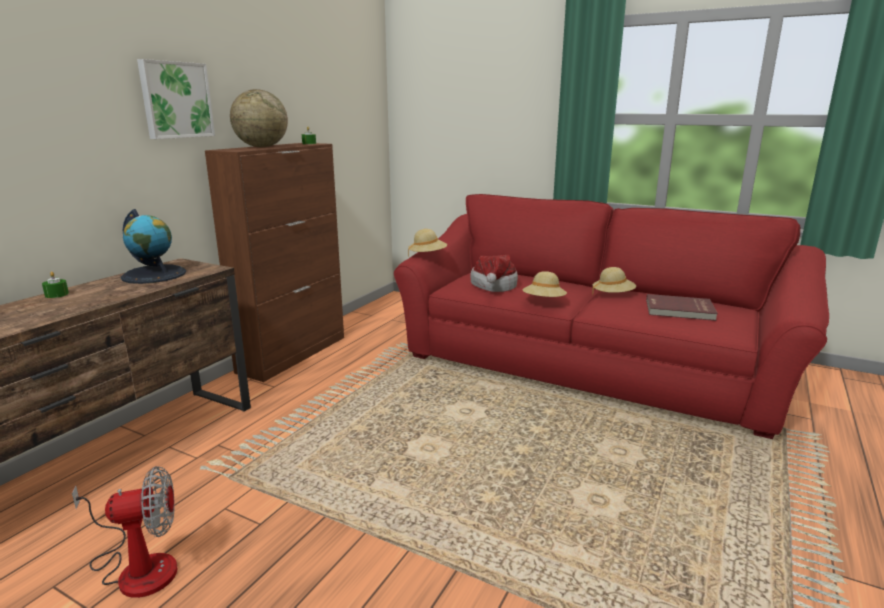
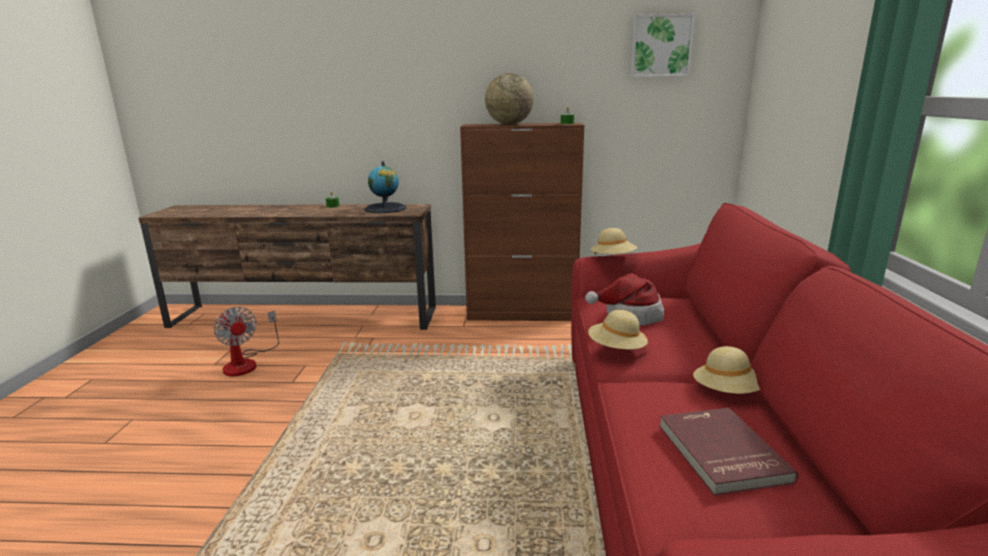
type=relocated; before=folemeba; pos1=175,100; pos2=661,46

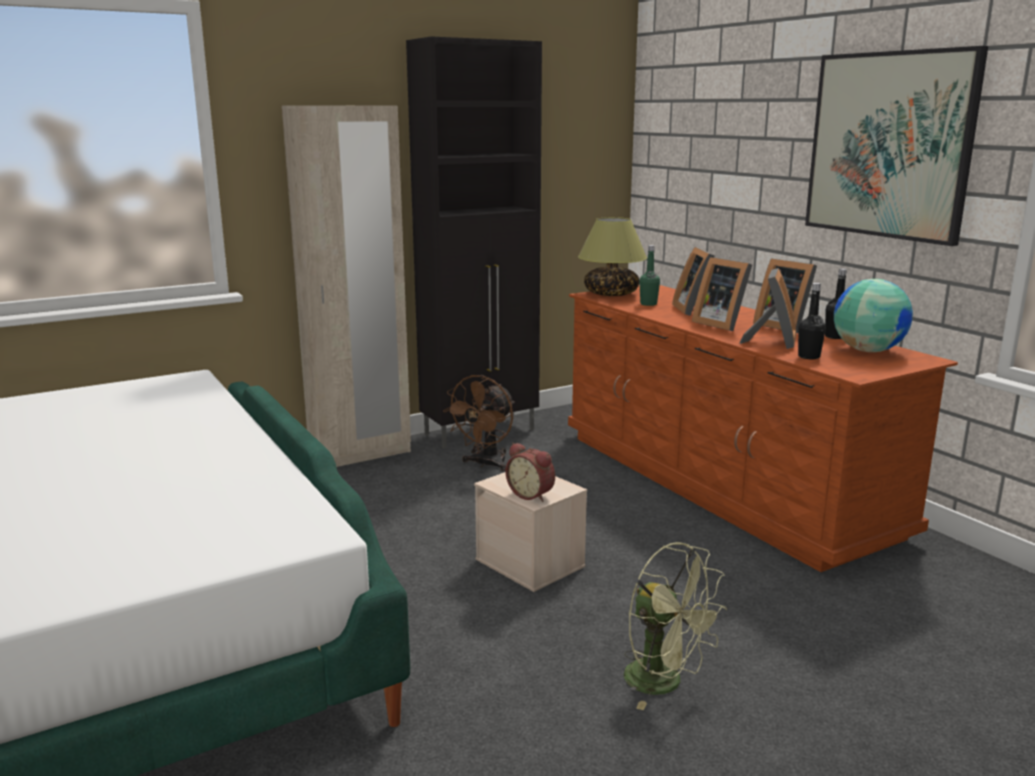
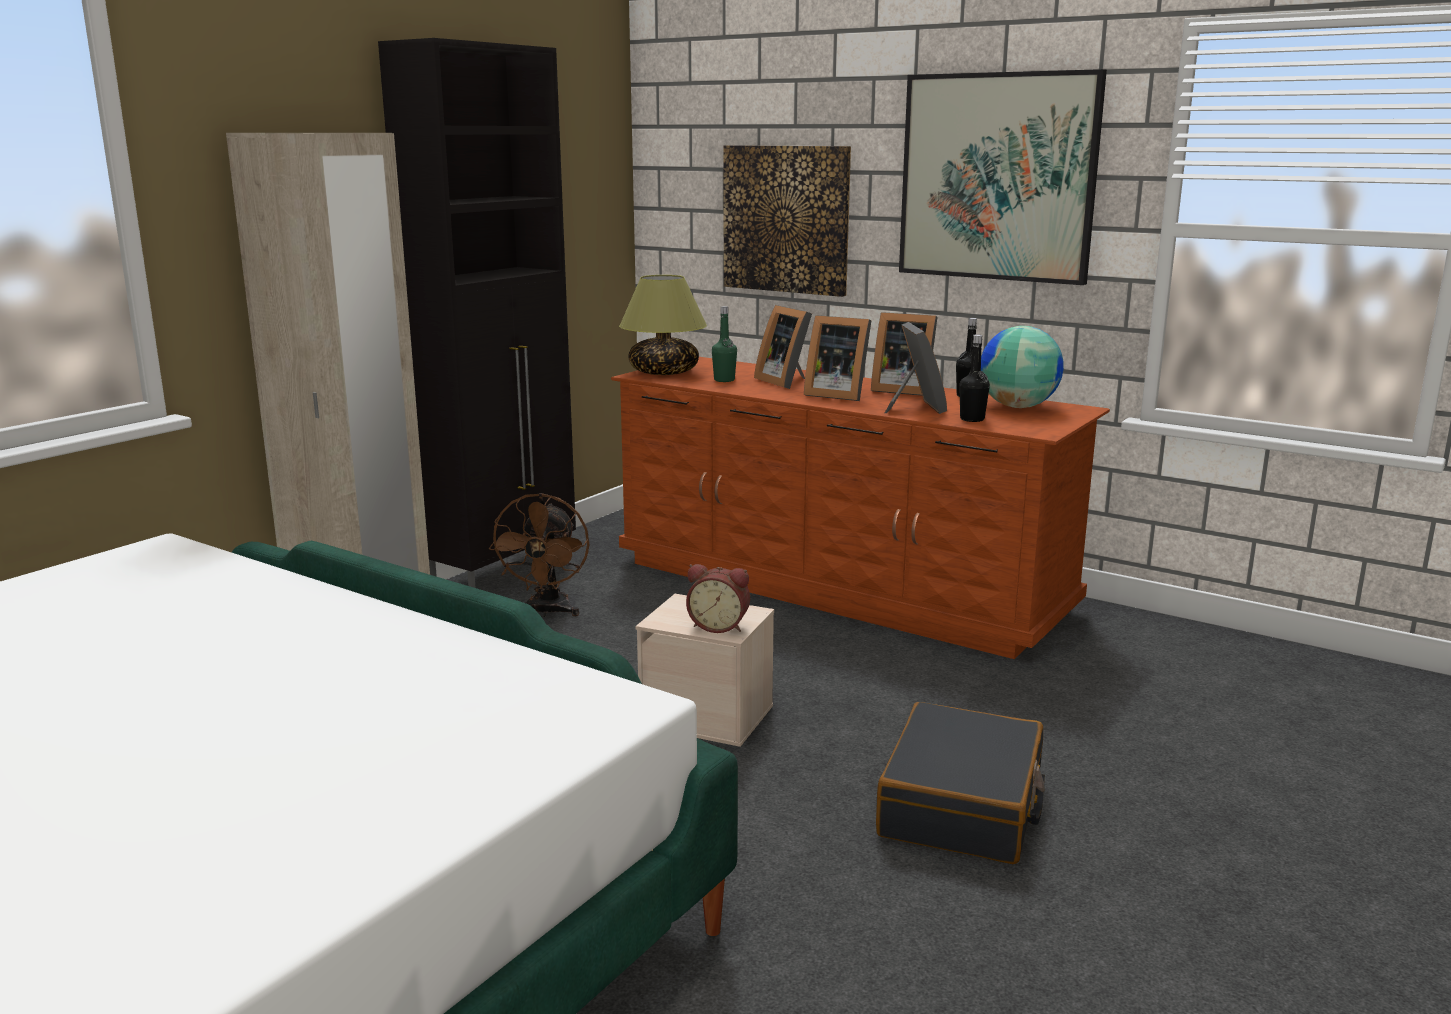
type=exchanged; before=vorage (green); after=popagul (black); pos1=665,683; pos2=962,806
type=appeared; after=folemeba; pos2=786,219

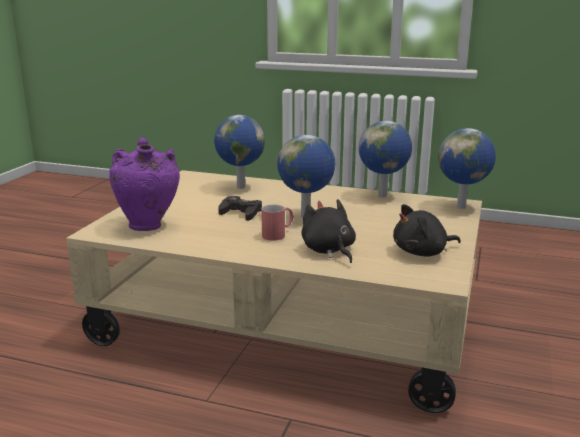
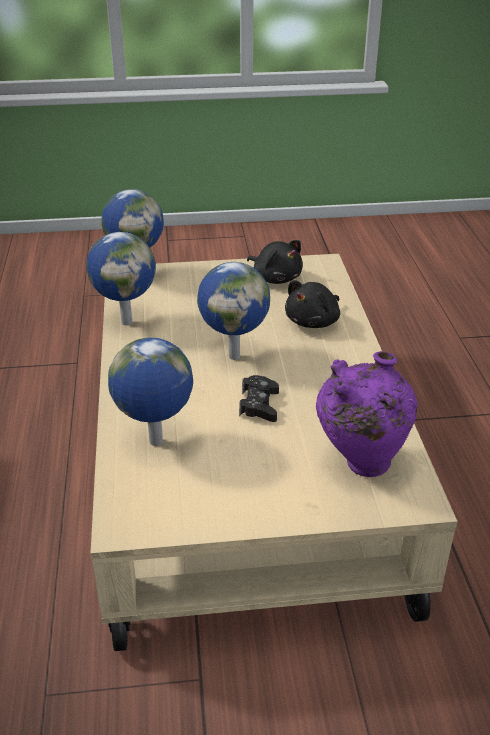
type=missing; before=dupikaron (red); pos1=278,234

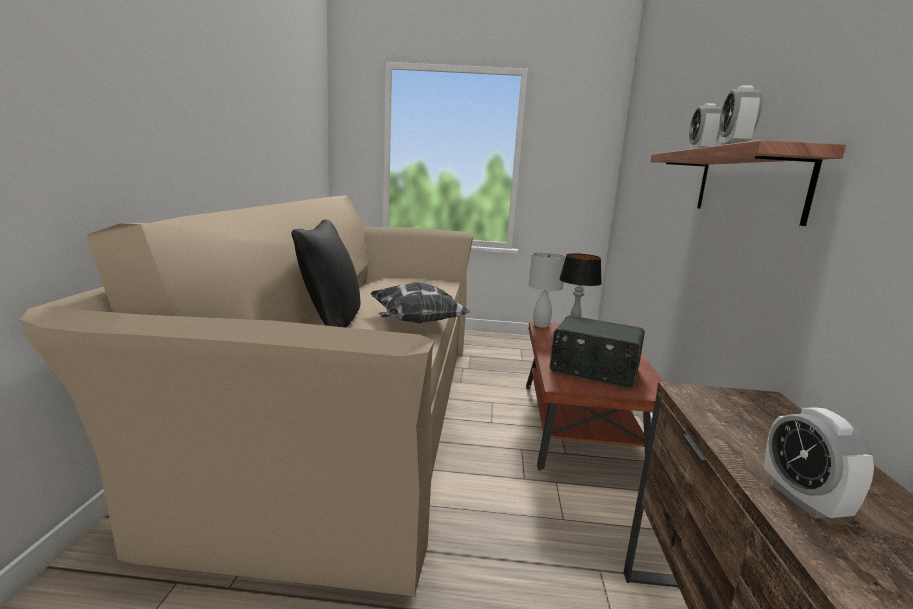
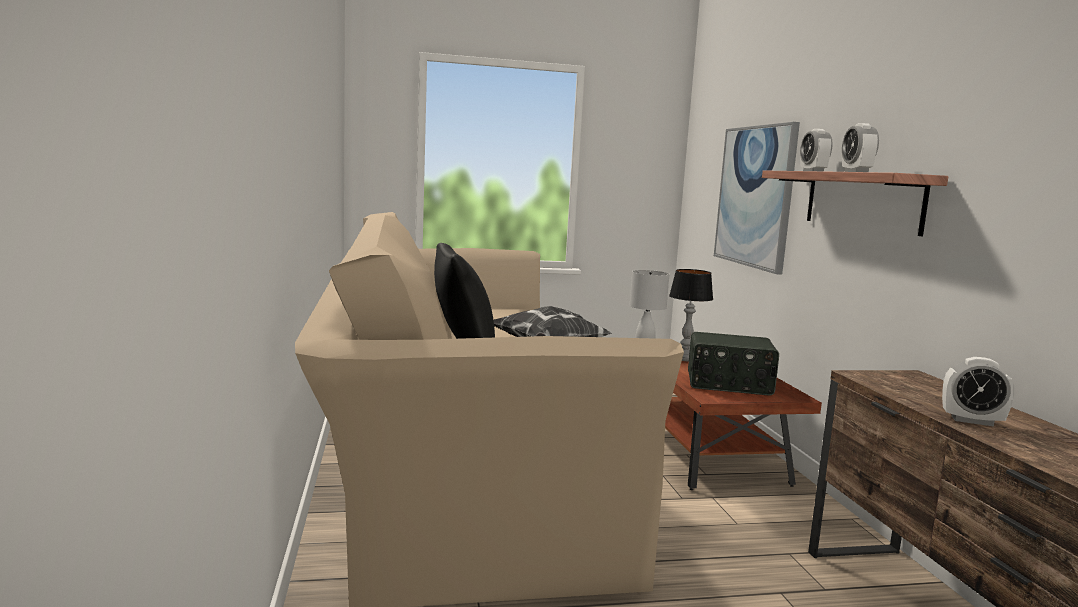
type=spun; before=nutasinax; pos1=803,500; pos2=972,421; turn=-45
type=appeared; after=folemeba; pos2=754,196

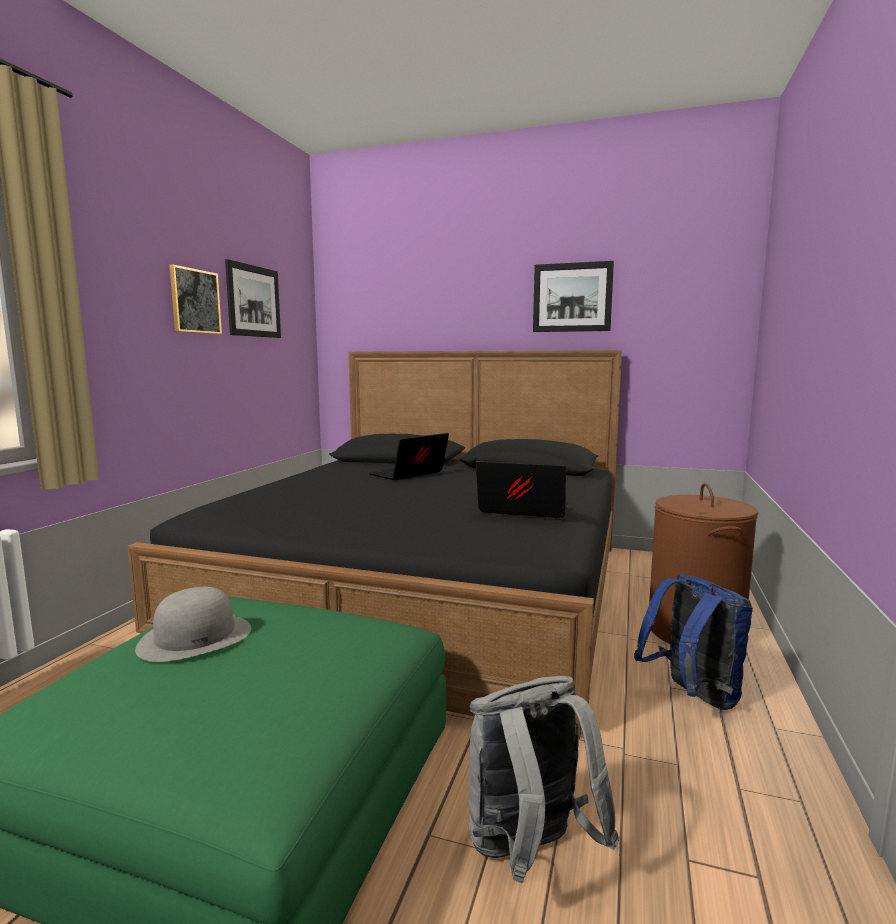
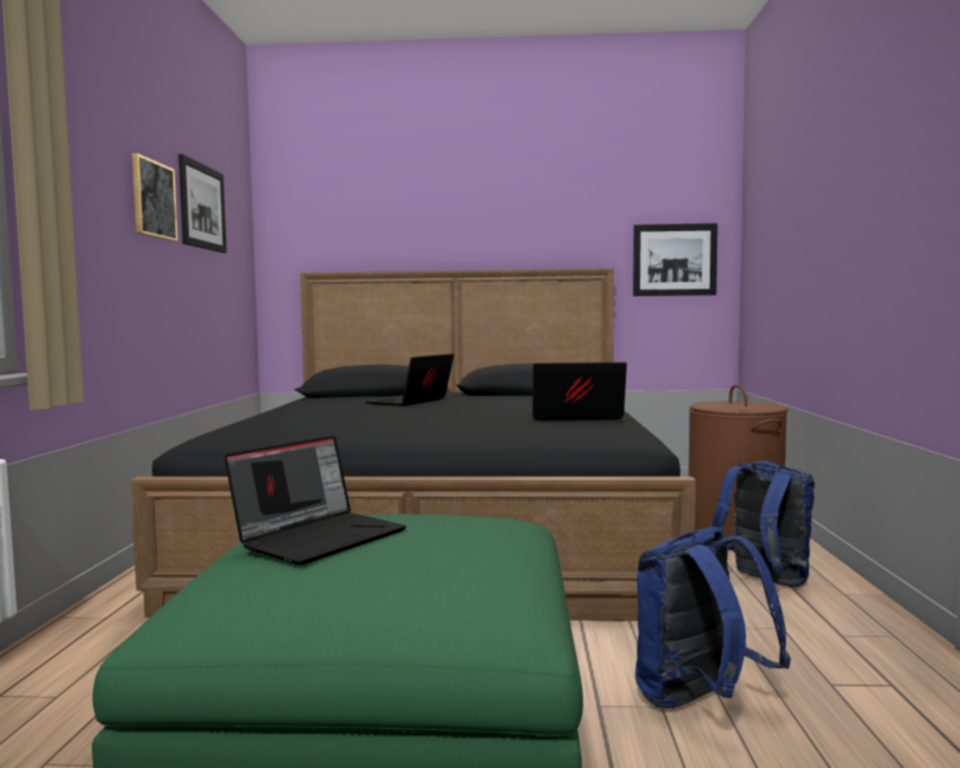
type=exchanged; before=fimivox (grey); after=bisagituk; pos1=196,637; pos2=320,537
type=colour; before=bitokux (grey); after=bitokux (blue); pos1=529,852; pos2=698,701
type=relocated; before=folemeba; pos1=572,297; pos2=674,260

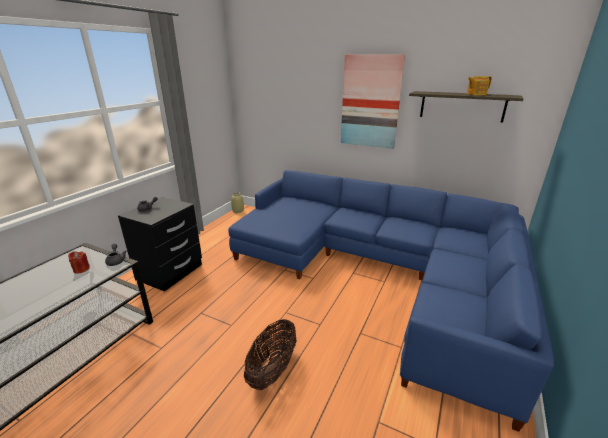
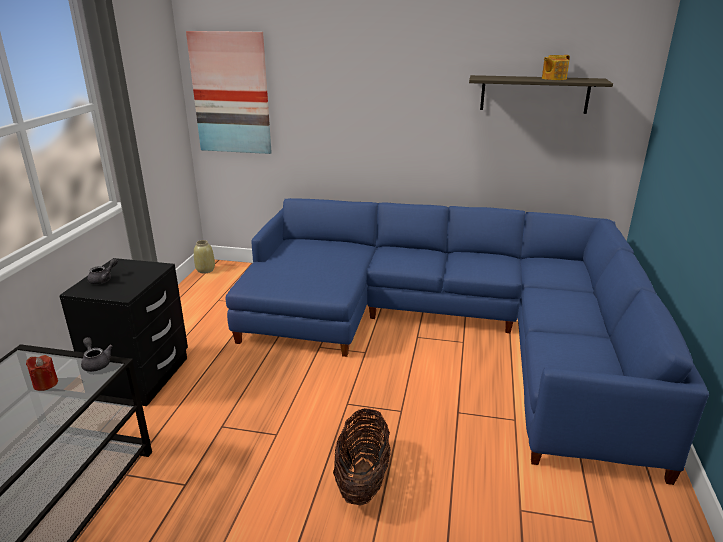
type=relocated; before=folemeba; pos1=370,102; pos2=231,93

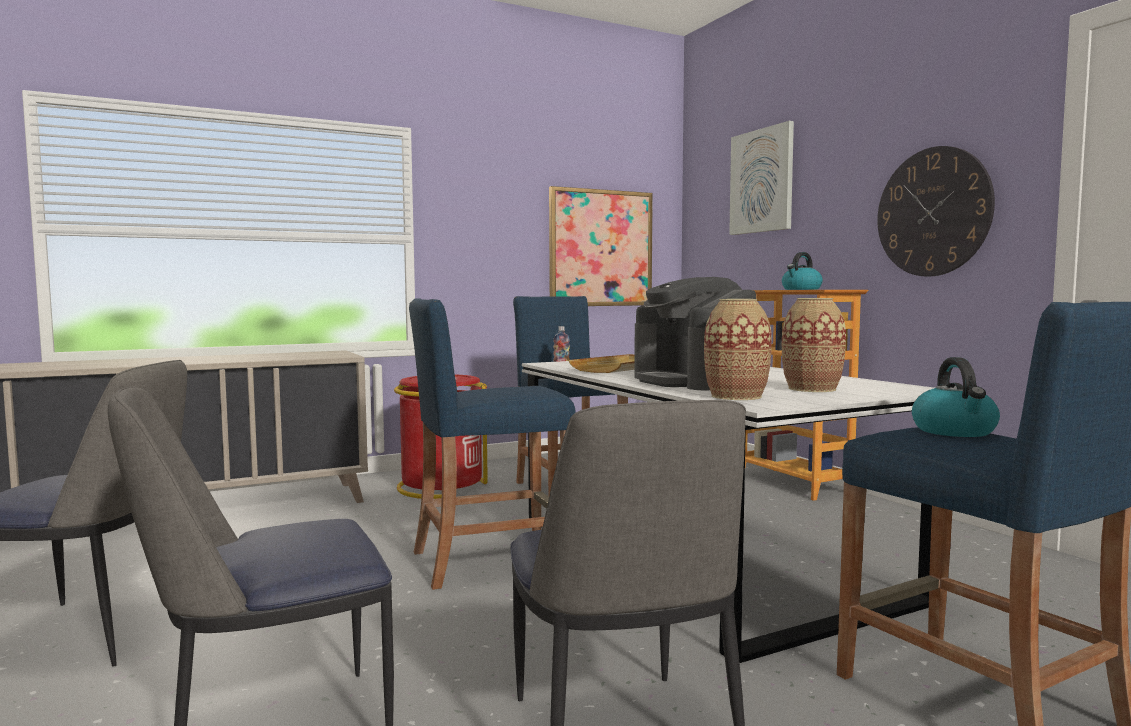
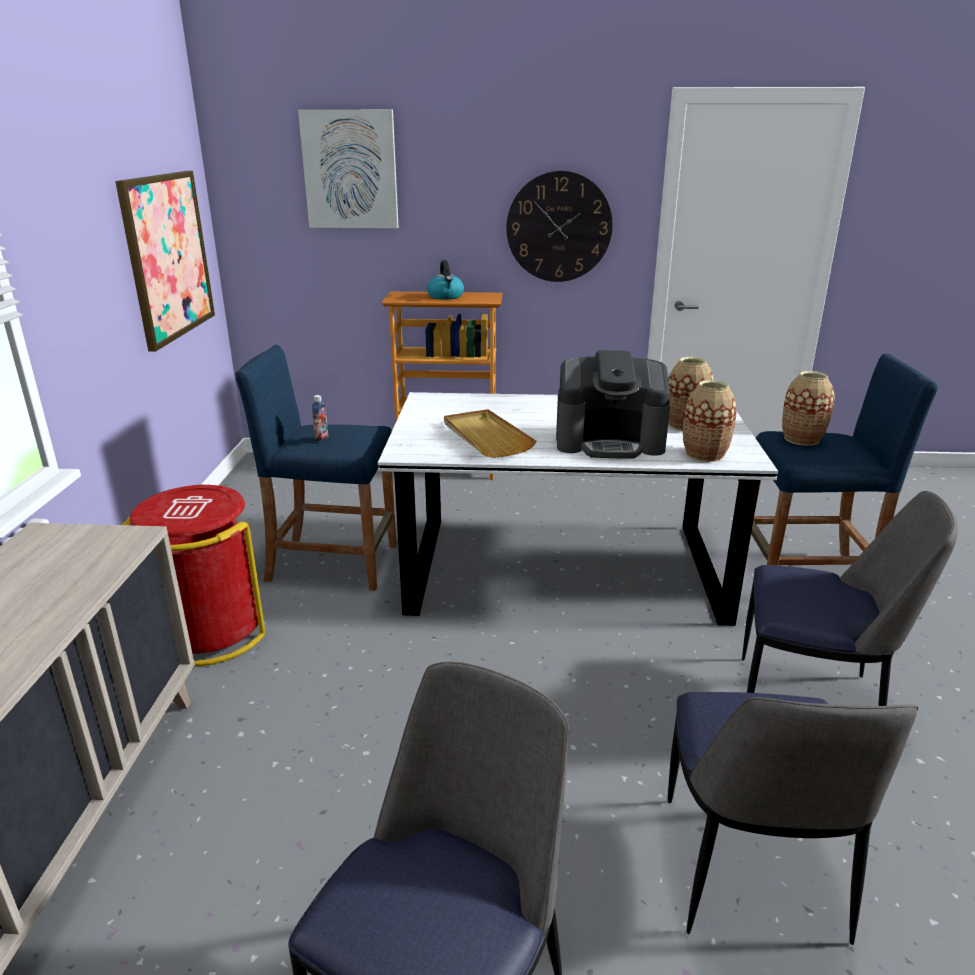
type=missing; before=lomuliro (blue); pos1=491,560
type=exchanged; before=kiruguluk; after=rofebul; pos1=955,431; pos2=801,439

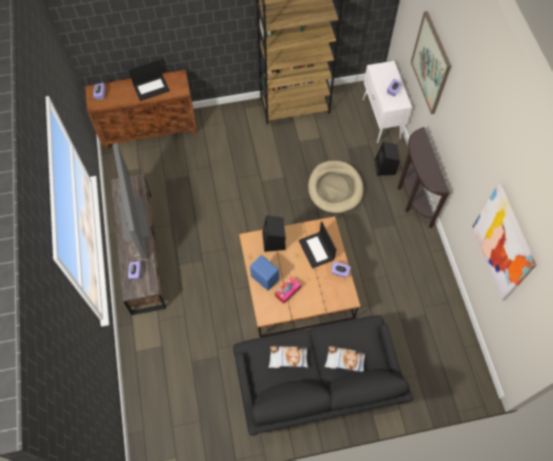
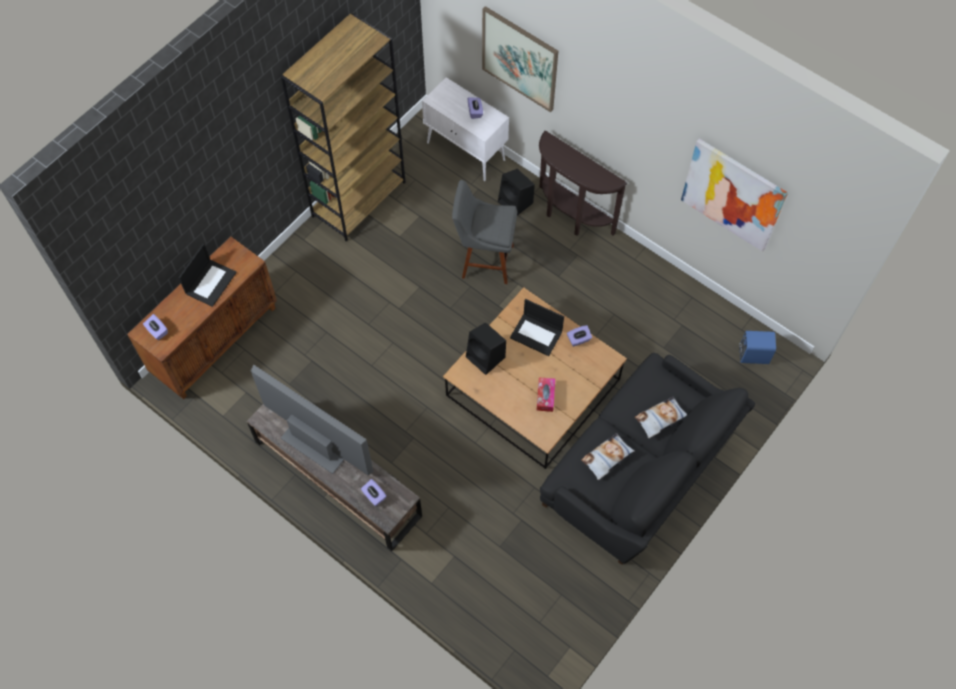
type=relocated; before=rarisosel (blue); pos1=265,277; pos2=753,354
type=exchanged; before=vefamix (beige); after=lomuliro (grey); pos1=335,188; pos2=484,261

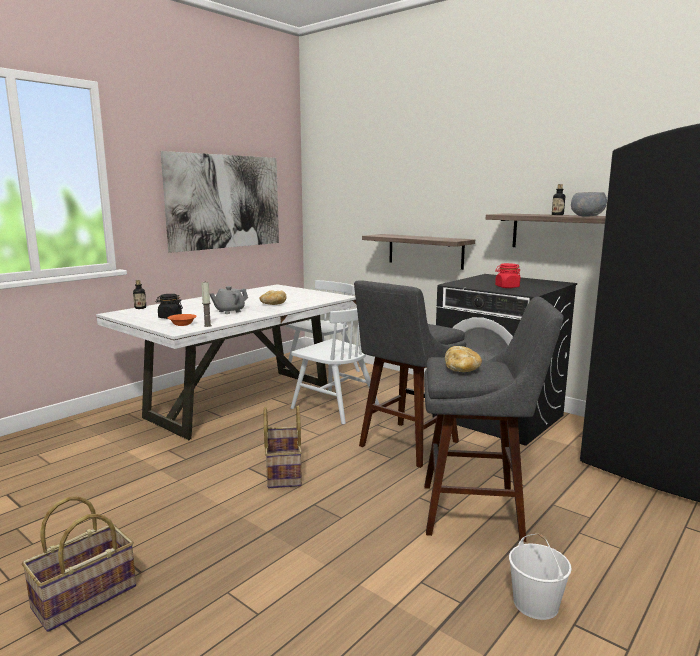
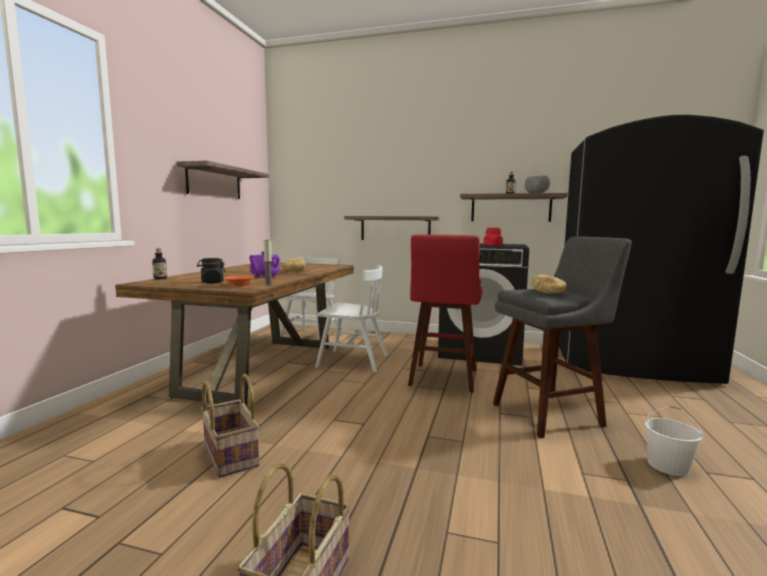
type=colour; before=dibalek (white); after=dibalek (brown); pos1=242,401; pos2=262,368
type=exchanged; before=folemeba; after=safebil; pos1=224,201; pos2=214,182
type=colour; before=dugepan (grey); after=dugepan (purple); pos1=229,311; pos2=264,276
type=relocated; before=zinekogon; pos1=282,472; pos2=229,455
type=colour; before=lomuliro (grey); after=lomuliro (red); pos1=406,445; pos2=443,379

